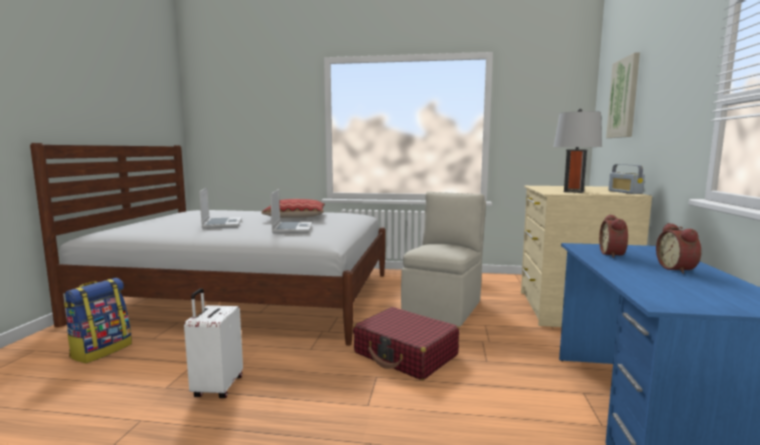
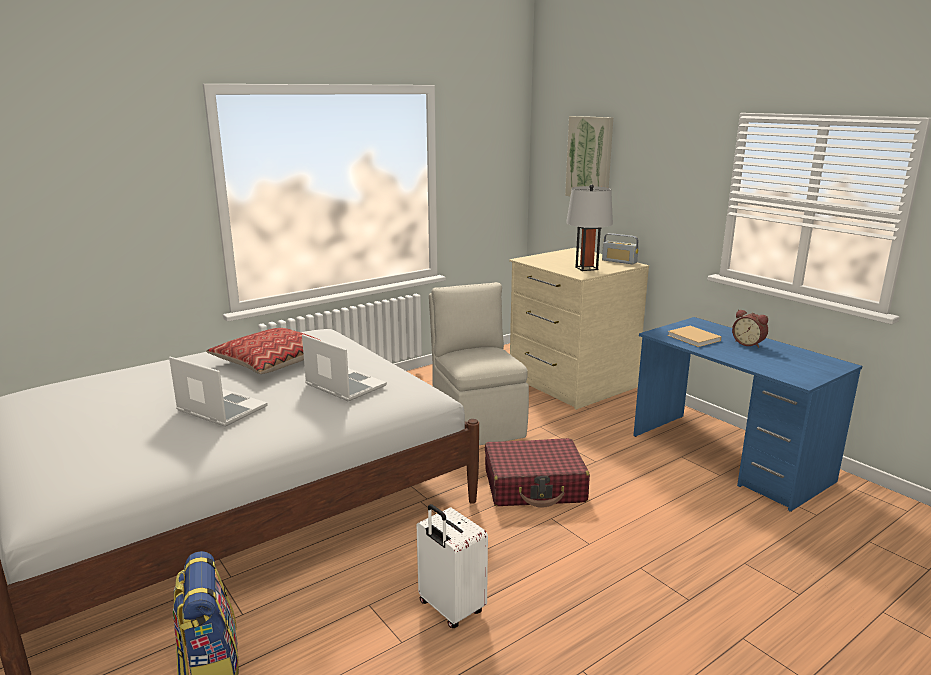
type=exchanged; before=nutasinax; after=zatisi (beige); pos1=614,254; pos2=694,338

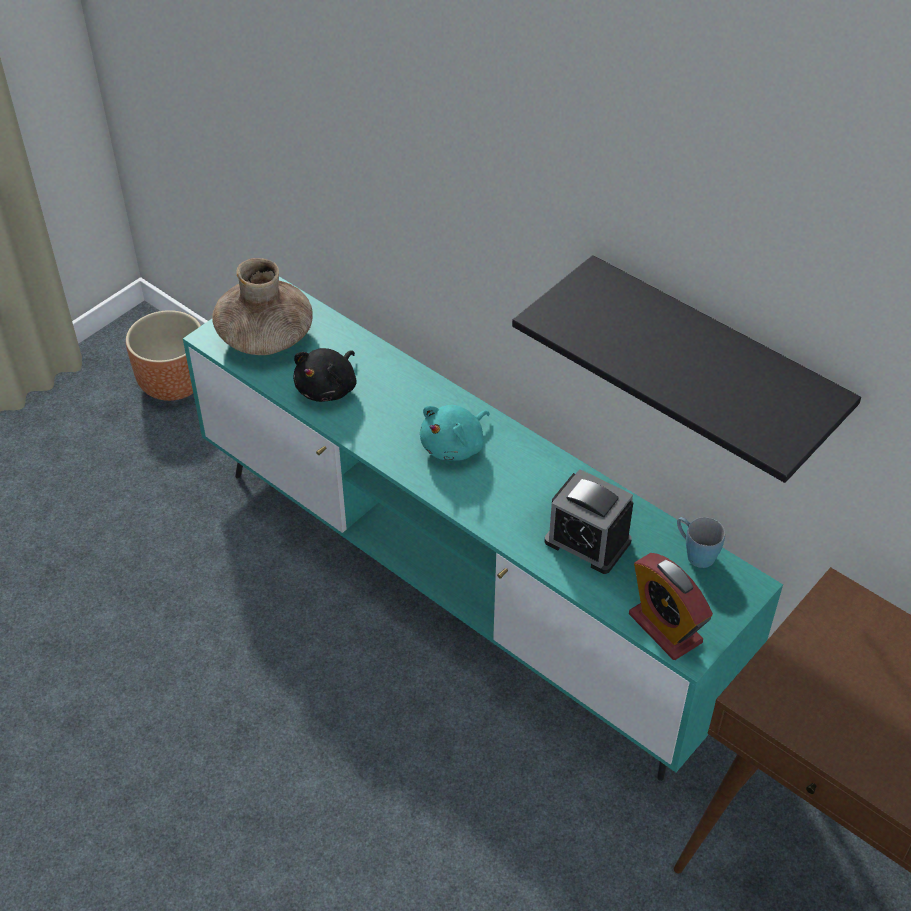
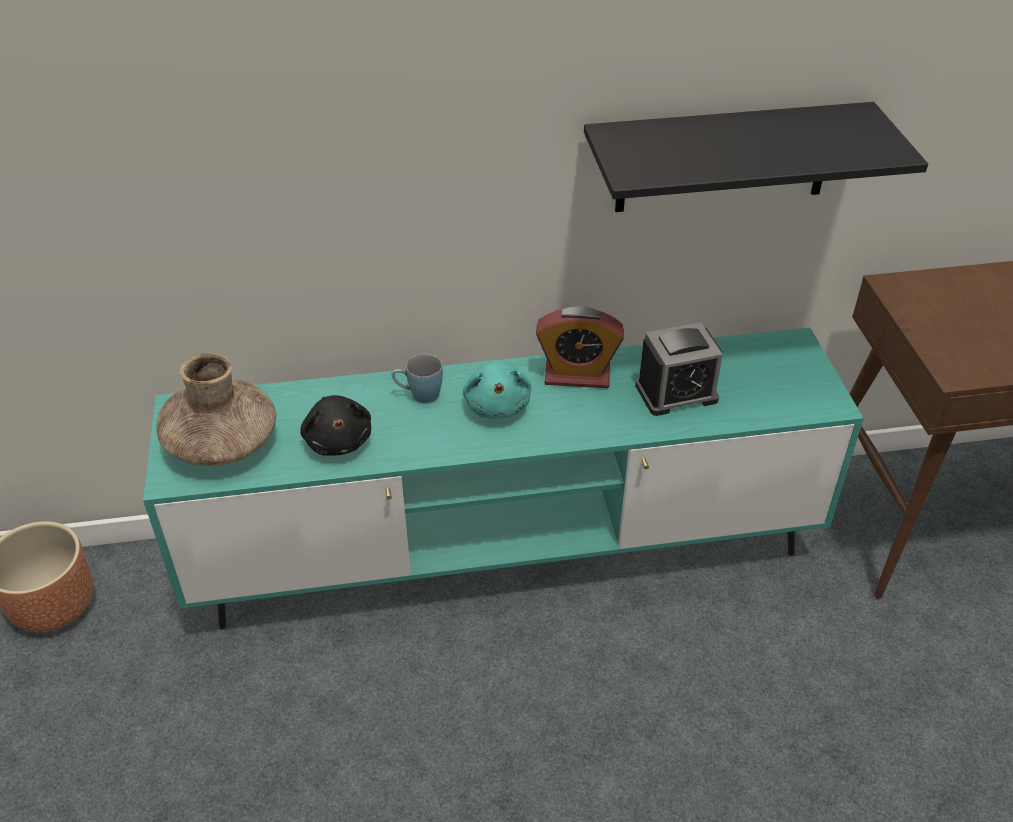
type=relocated; before=nutasinax; pos1=665,628; pos2=577,376
type=relocated; before=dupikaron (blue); pos1=695,553; pos2=418,395

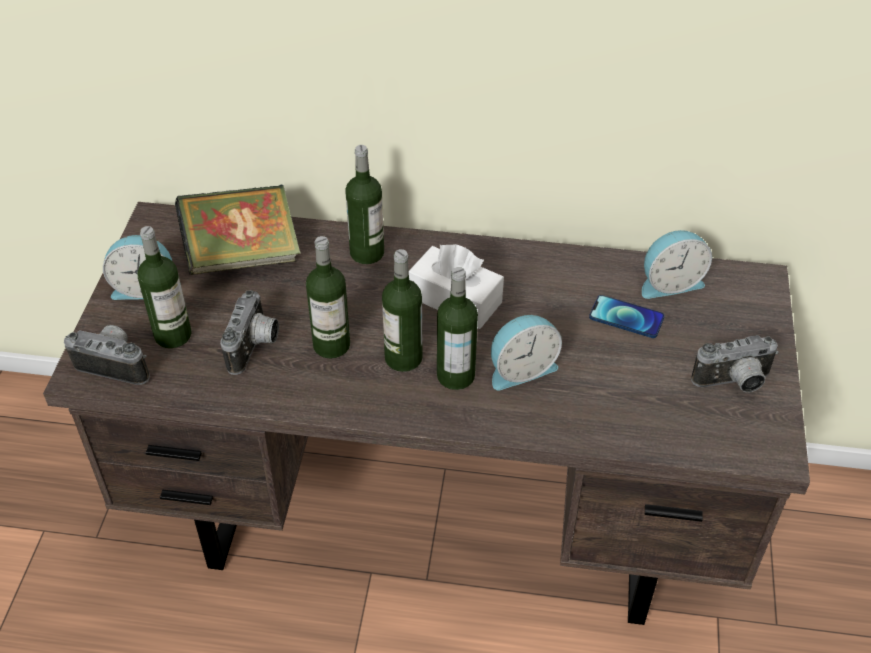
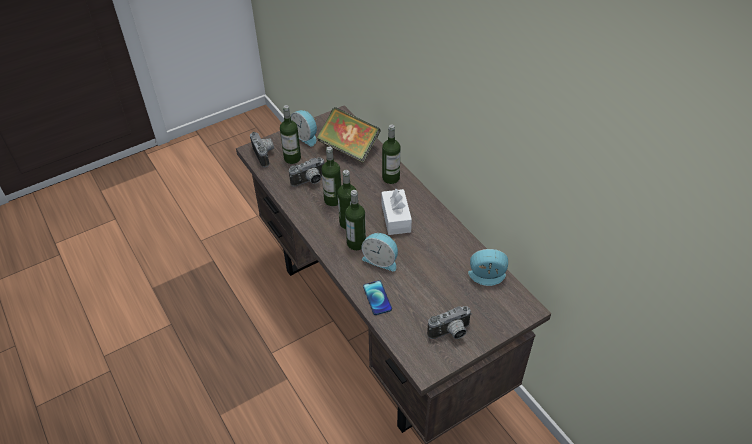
type=relocated; before=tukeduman; pos1=626,317; pos2=377,298
type=spun; before=nutasinax; pos1=669,283; pos2=487,278; turn=150
type=spun; before=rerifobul; pos1=734,383; pos2=450,333; turn=-60

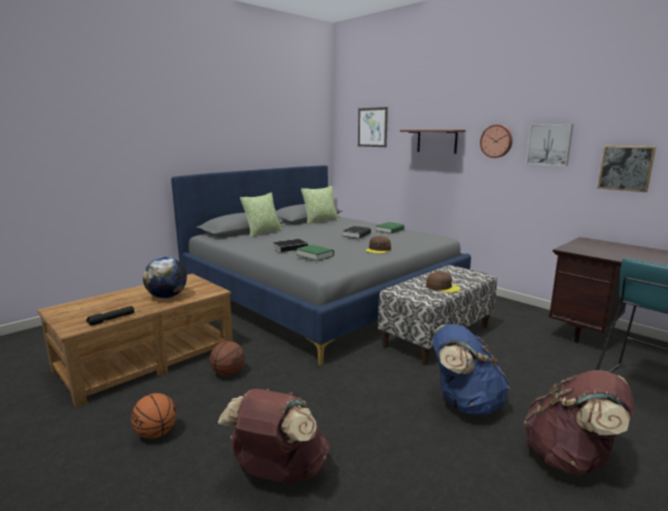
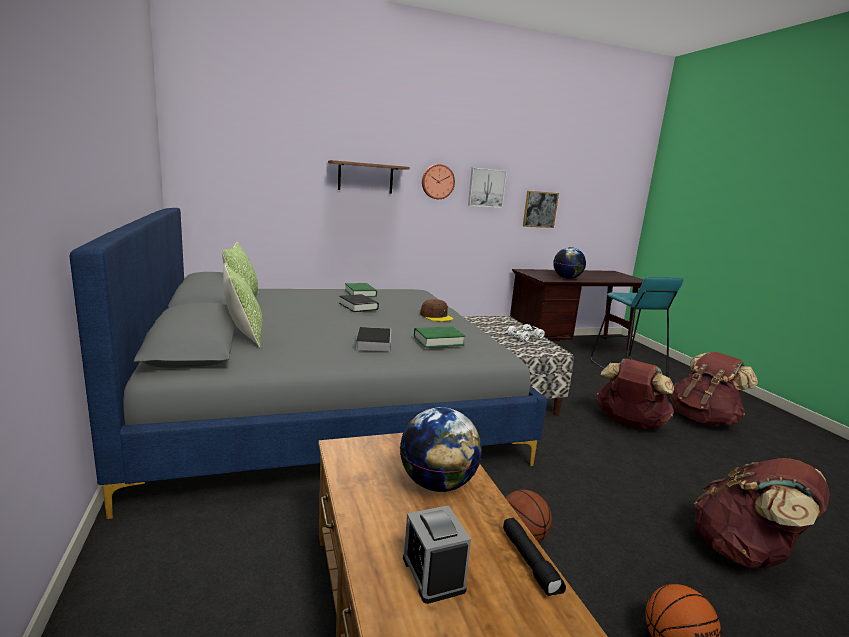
type=missing; before=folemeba; pos1=372,127
type=exchanged; before=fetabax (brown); after=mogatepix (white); pos1=442,287; pos2=525,337
type=colour; before=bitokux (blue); after=bitokux (brown); pos1=464,403; pos2=629,424
type=appeared; after=nutasinax; pos2=433,573
type=appeared; after=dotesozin; pos2=567,278

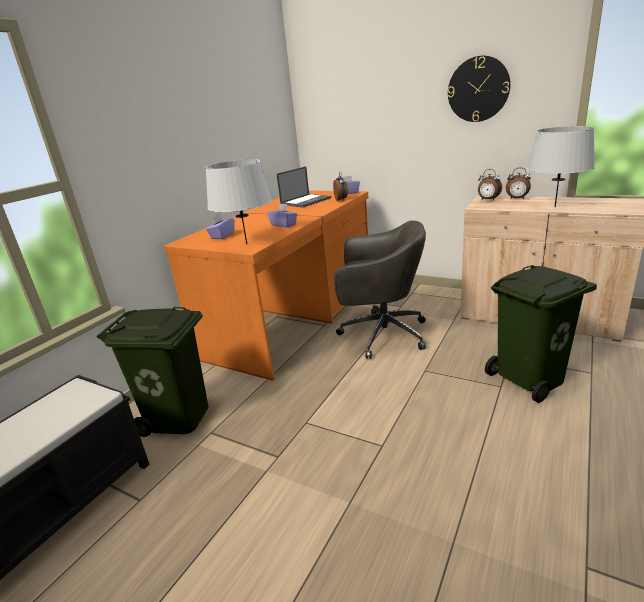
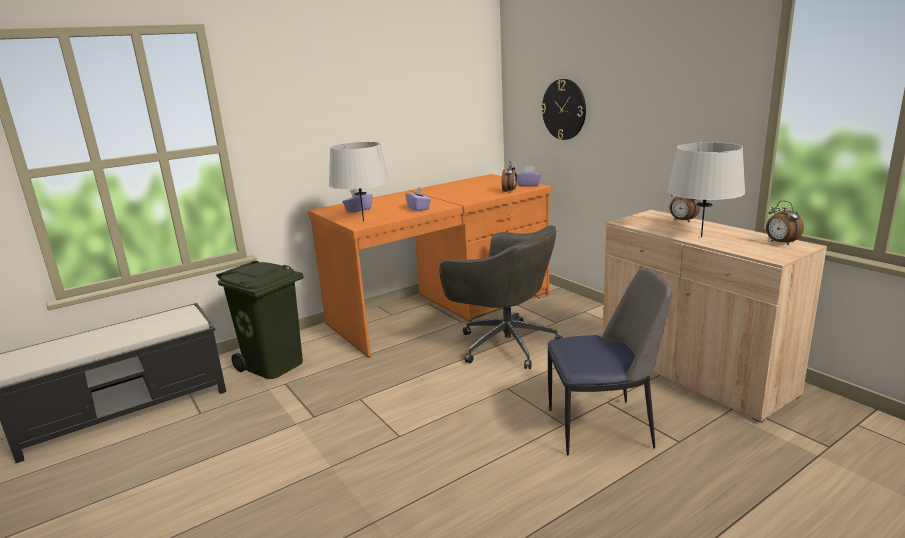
type=missing; before=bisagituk; pos1=306,201
type=relocated; before=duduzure; pos1=478,89; pos2=564,109
type=relocated; before=nutasinax; pos1=488,200; pos2=780,243
type=exchanged; before=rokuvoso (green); after=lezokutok; pos1=530,379; pos2=603,427

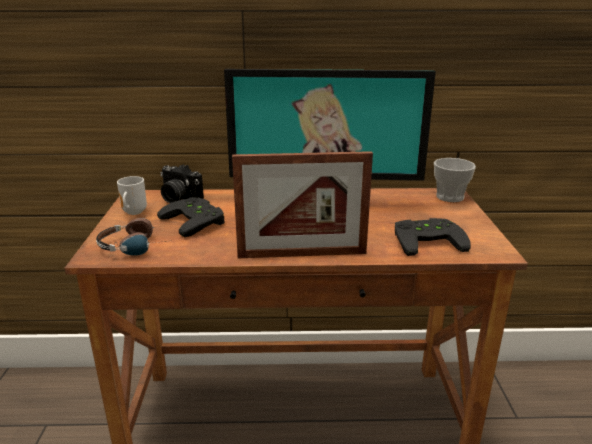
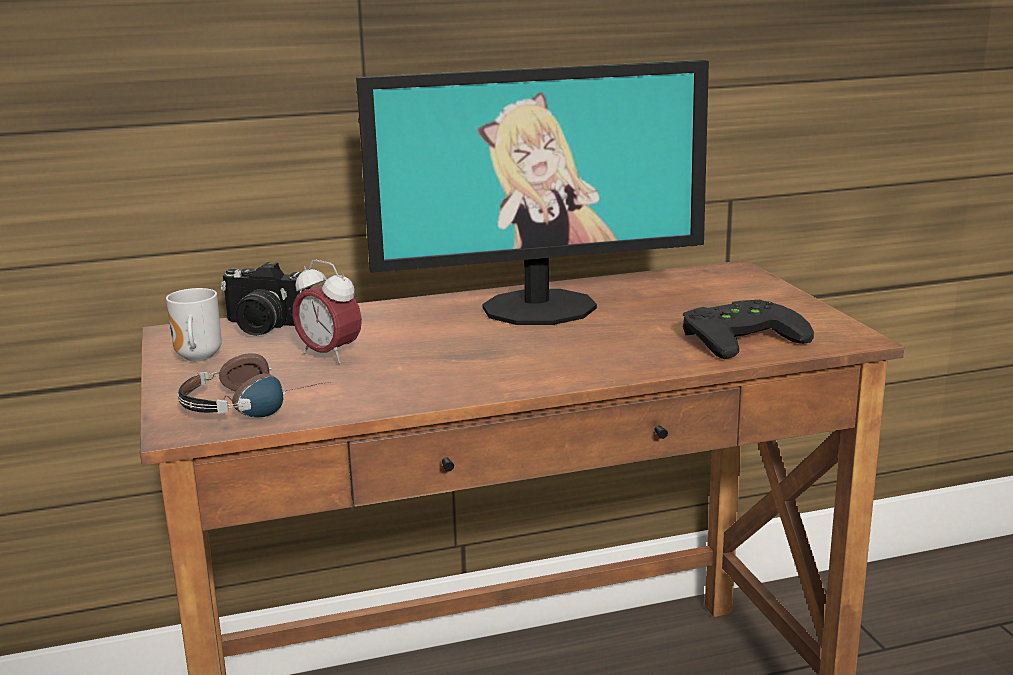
type=exchanged; before=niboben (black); after=nutasinax; pos1=197,220; pos2=329,355
type=missing; before=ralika; pos1=302,254
type=missing; before=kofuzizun; pos1=450,197

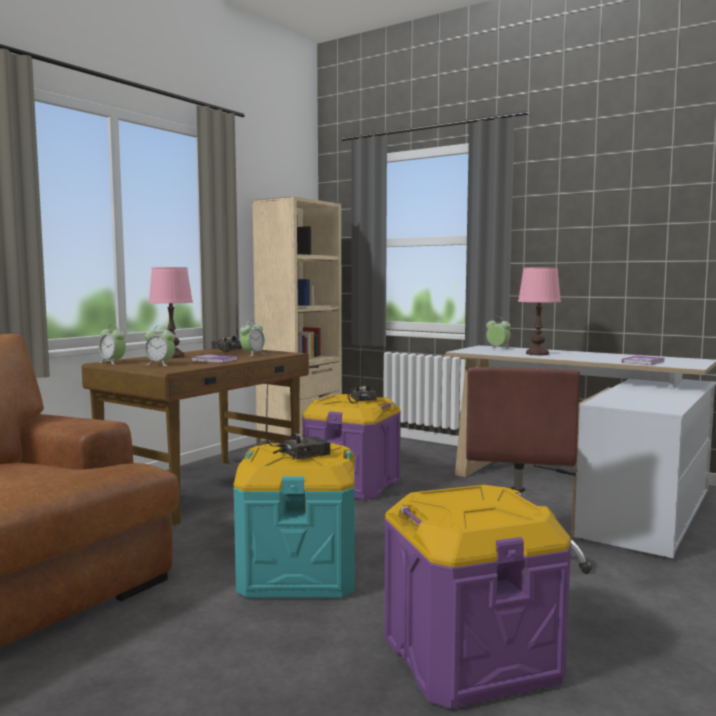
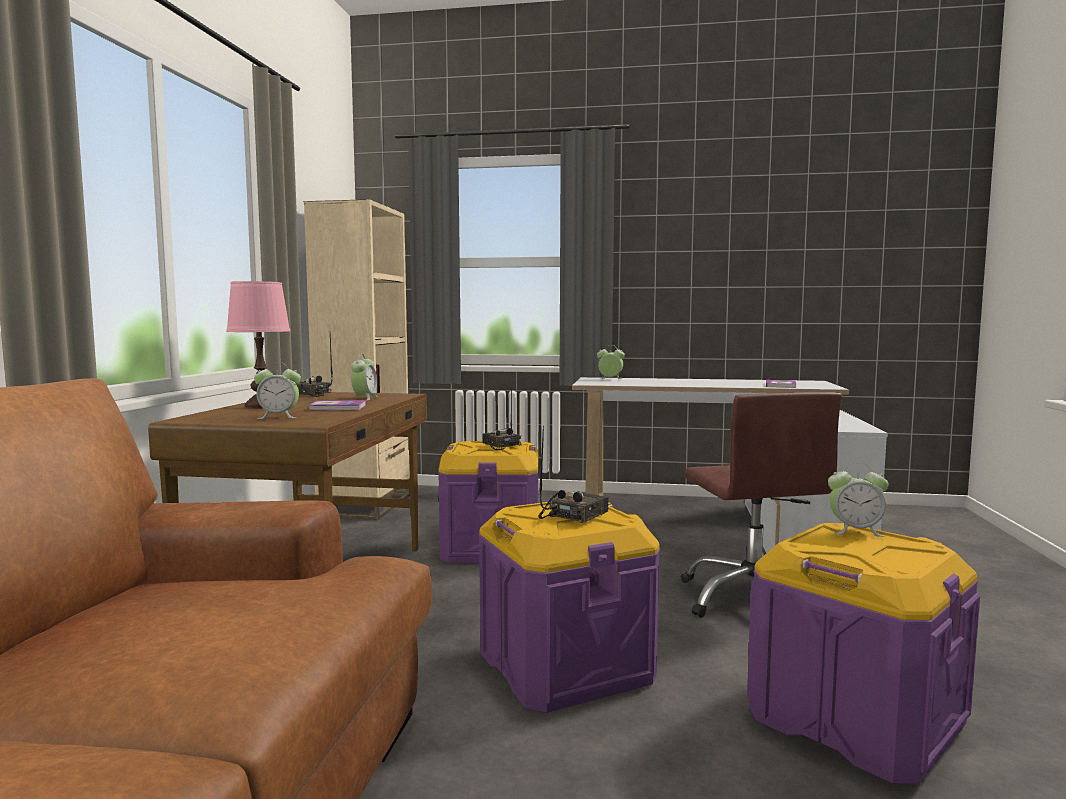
type=relocated; before=nutasinax; pos1=113,362; pos2=855,531
type=colour; before=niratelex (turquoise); after=niratelex (purple); pos1=299,573; pos2=566,666
type=missing; before=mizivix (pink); pos1=537,354

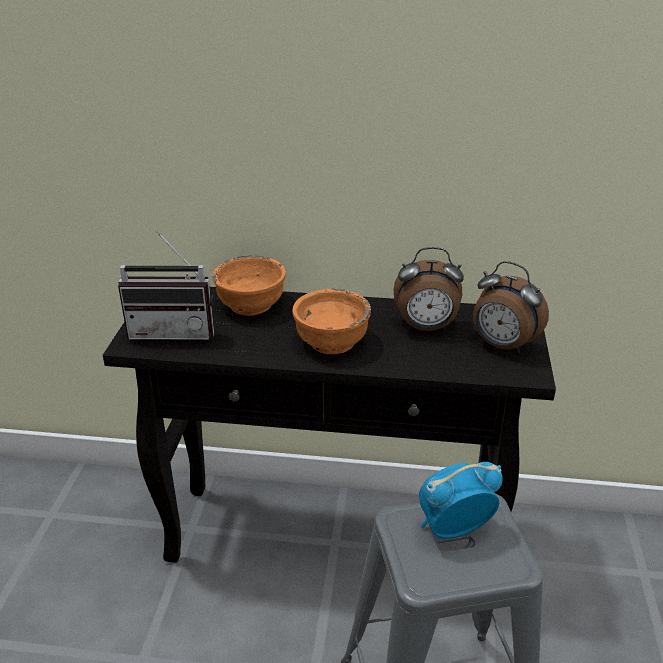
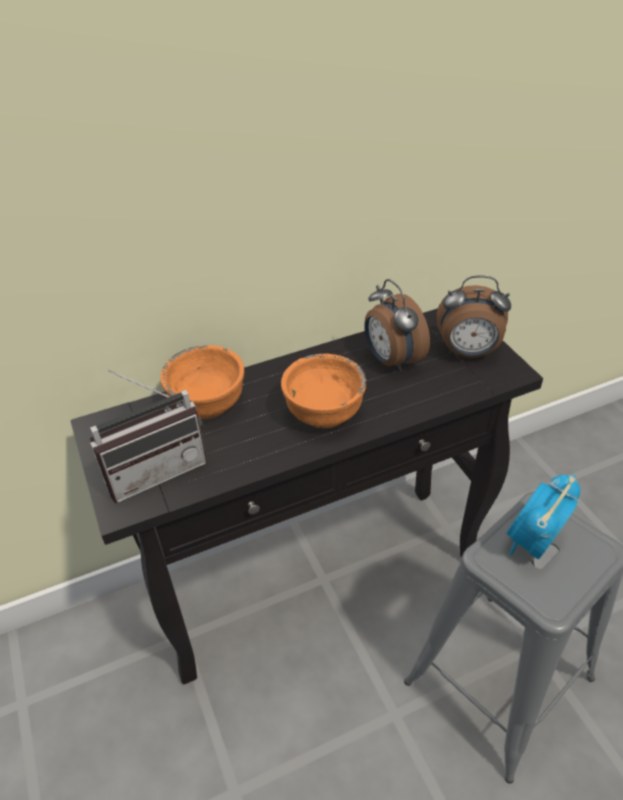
type=spun; before=nutasinax; pos1=426,328; pos2=391,360; turn=90

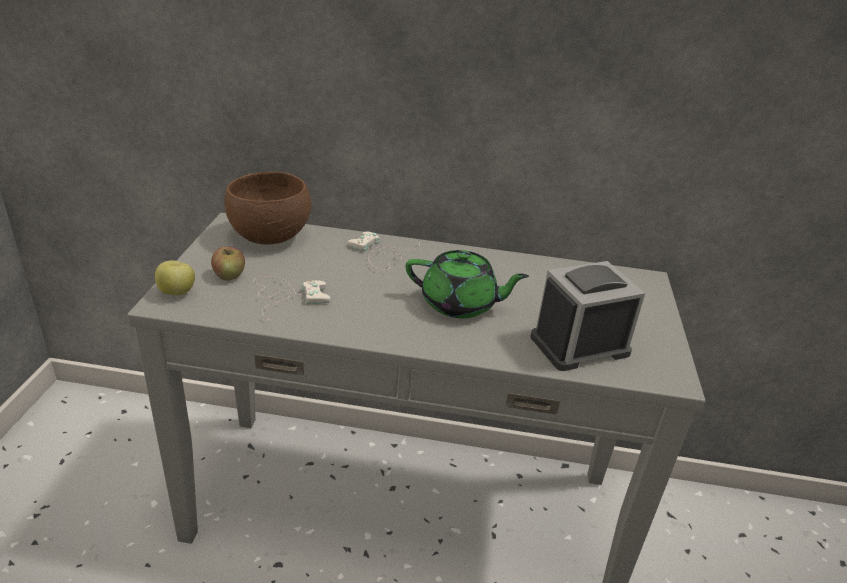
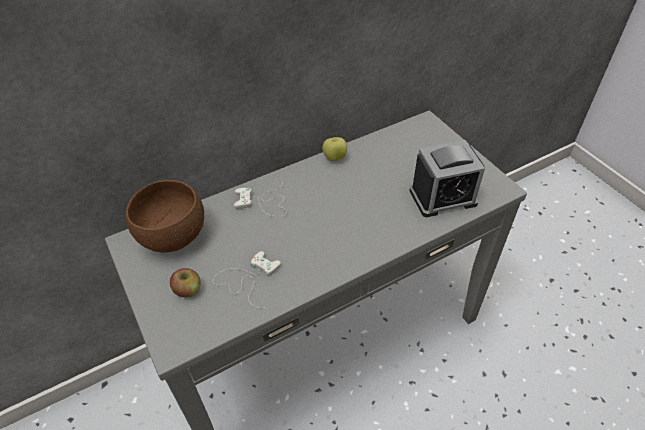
type=relocated; before=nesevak; pos1=177,293; pos2=334,157
type=missing; before=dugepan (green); pos1=460,304
type=spun; before=nutasinax; pos1=579,345; pos2=442,197; turn=-135

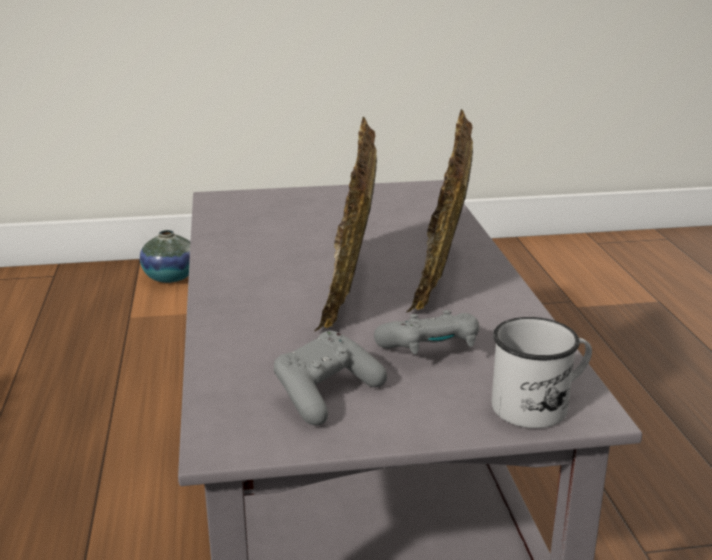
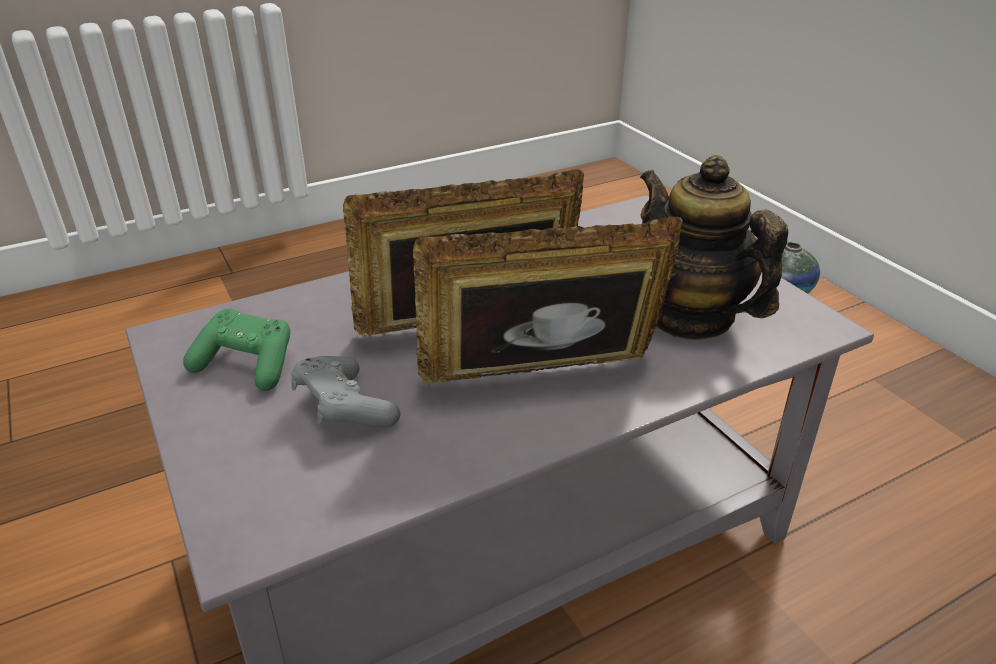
type=colour; before=niboben (grey); after=niboben (green); pos1=326,394; pos2=247,365
type=missing; before=dupikaron (white); pos1=540,405
type=appeared; after=dugepan; pos2=690,317

